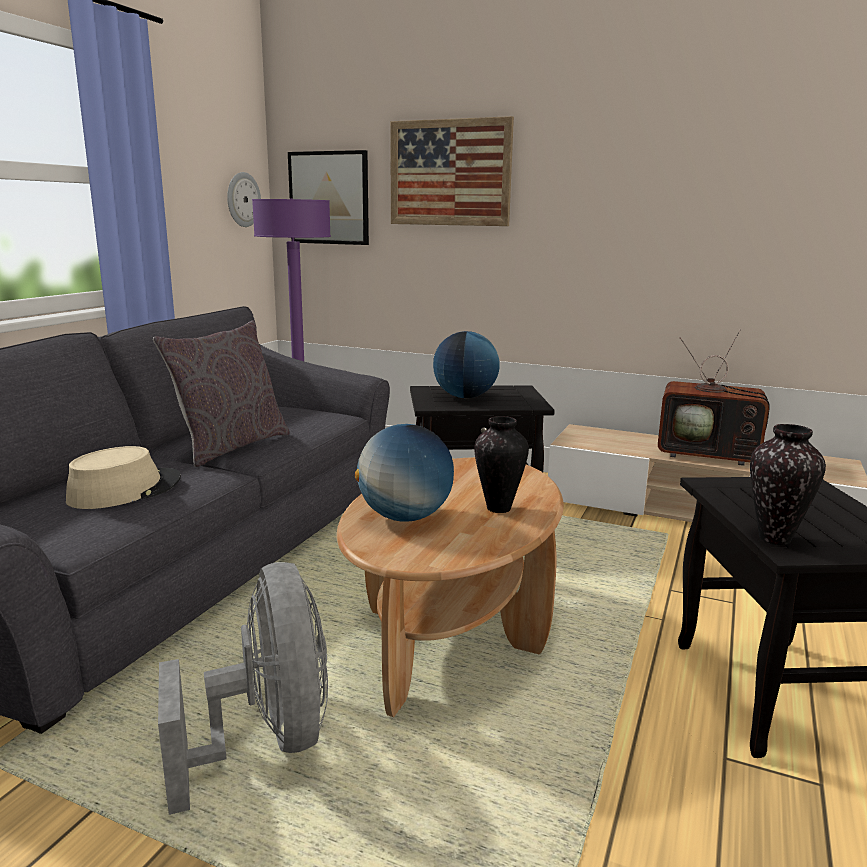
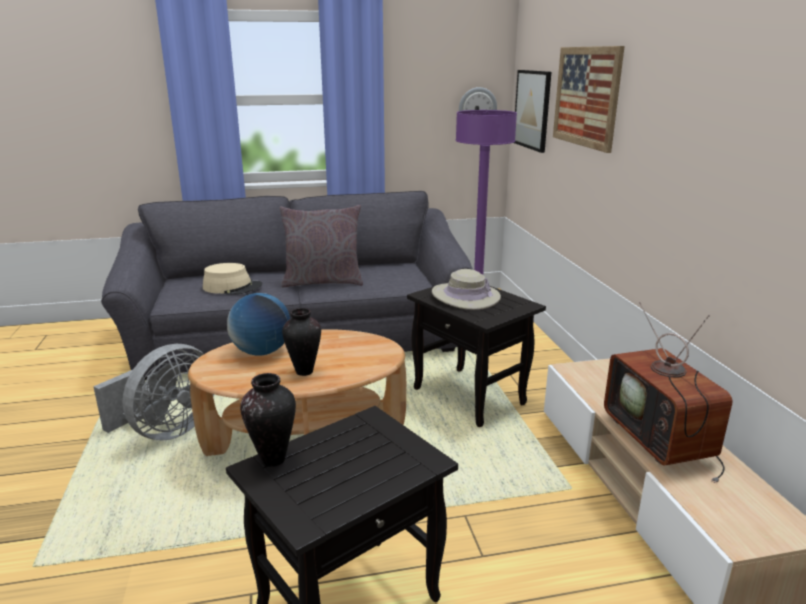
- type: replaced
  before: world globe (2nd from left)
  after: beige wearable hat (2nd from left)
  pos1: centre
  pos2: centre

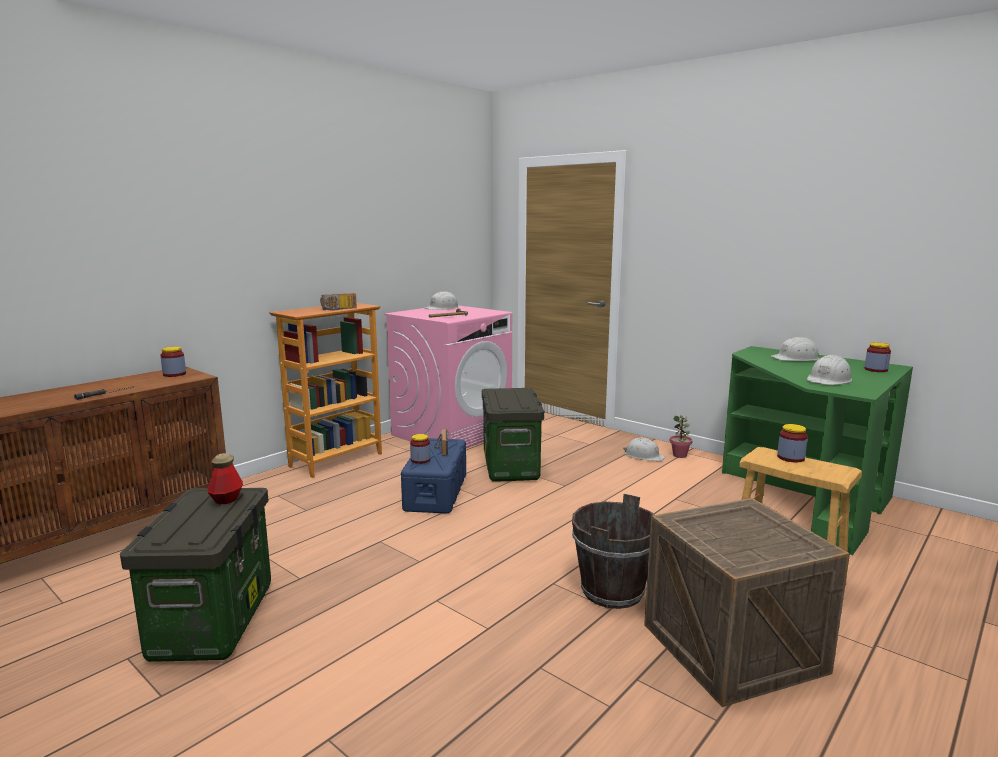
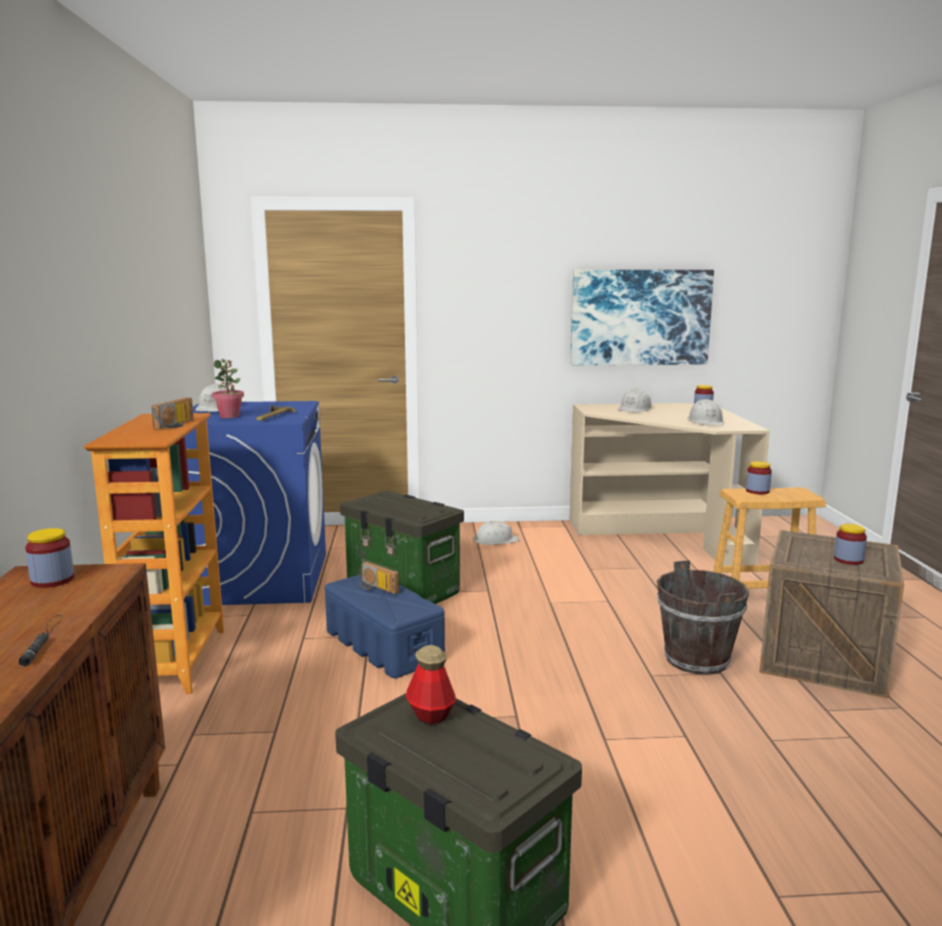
- type: recoloured
  before: pink-coloured washing machine
  after: blue-coloured washing machine
  pos1: centre
  pos2: middle left
- type: recoloured
  before: greenish desk unit
  after: beige desk unit
  pos1: middle right
  pos2: middle right
- type: moved
  before: plant in a pot
  pos1: middle right
  pos2: middle left
- type: moved
  before: preserve jar (2nd from left in the first image)
  after: preserve jar (4th from left)
  pos1: centre
  pos2: middle right
- type: added
  after: wall picture
  pos2: middle right

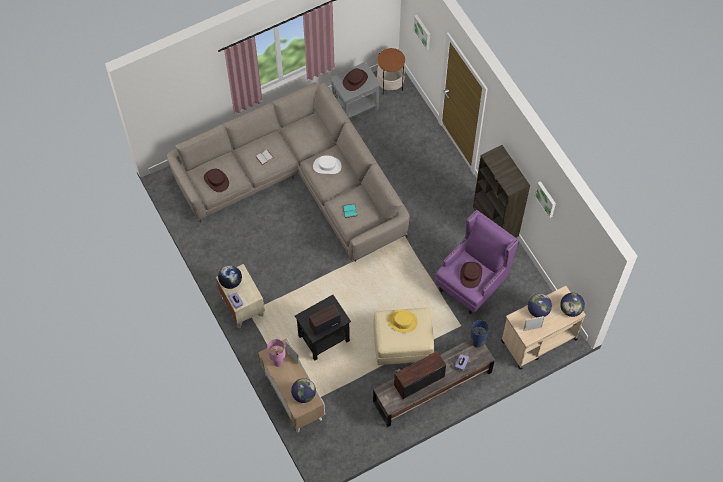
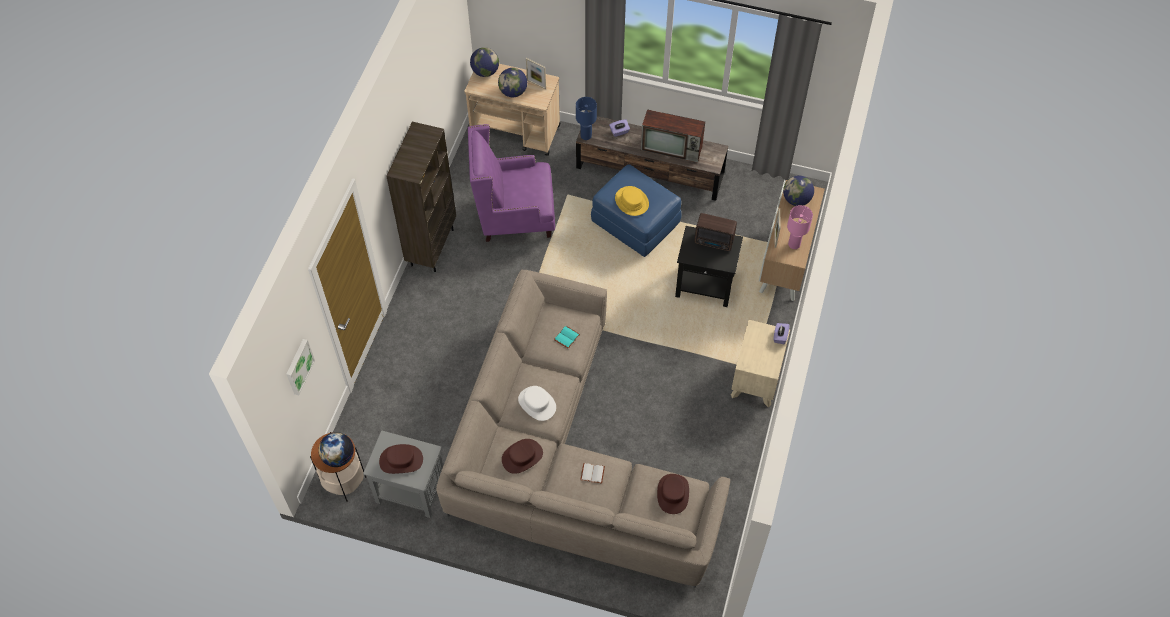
- type: removed
  before: wall picture (2nd from left)
  pos1: middle right
- type: moved
  before: brownish wearable hat (3rd from left in the first image)
  after: brownish wearable hat (2nd from left)
  pos1: centre
  pos2: bottom centre
- type: moved
  before: world globe (1st from left)
  pos1: middle left
  pos2: bottom left
- type: recoloured
  before: beige footrest
  after: blue-coloured footrest
  pos1: bottom centre
  pos2: centre

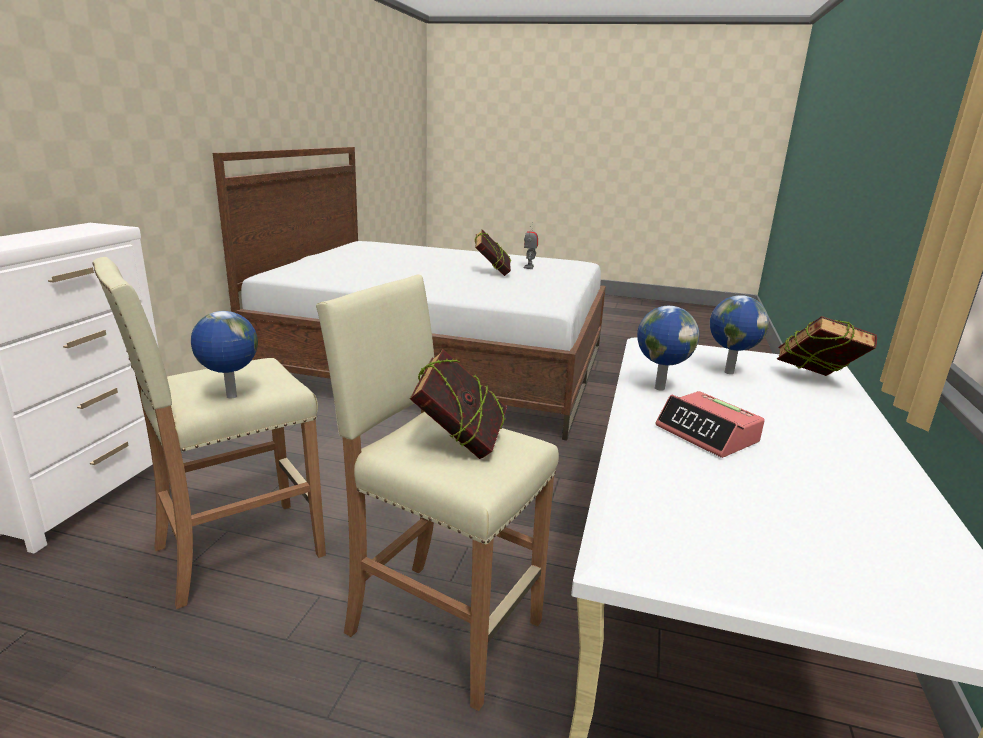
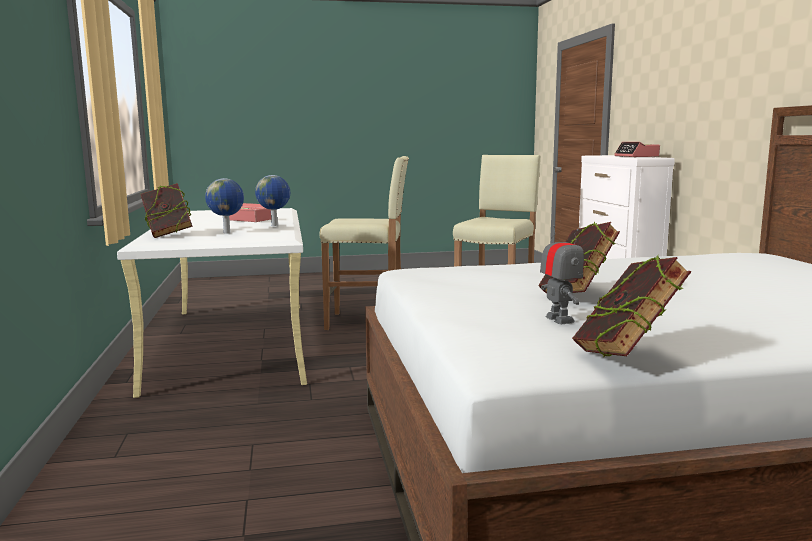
- type: removed
  before: world globe (1st from left)
  pos1: middle left
- type: moved
  before: bound book (1st from left in the first image)
  after: bound book (3rd from left)
  pos1: centre
  pos2: middle right
- type: added
  after: alarm clock (2nd from left)
  pos2: top right

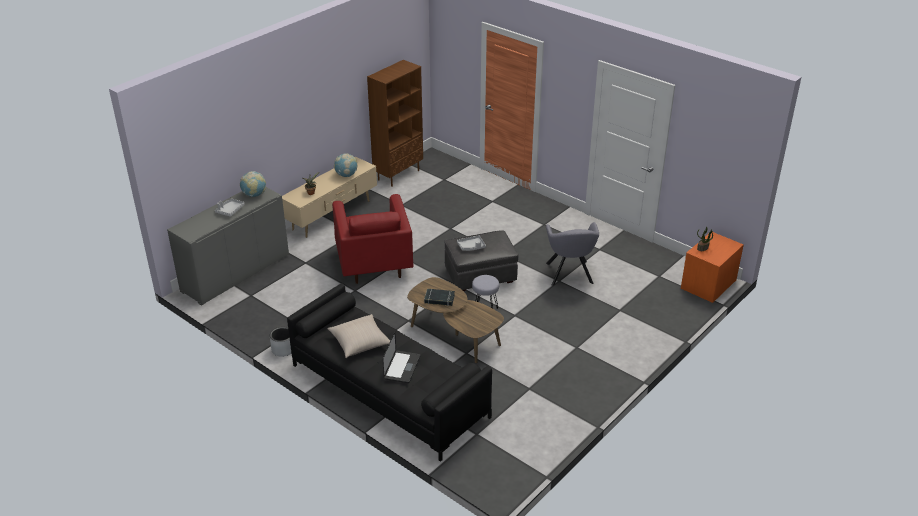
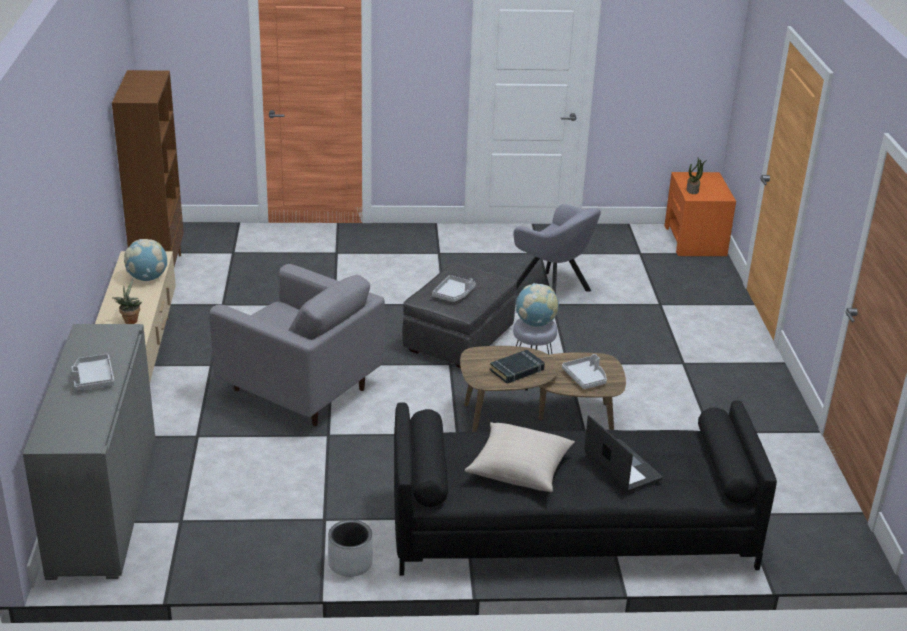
- type: moved
  before: world globe (1st from left in the first image)
  after: world globe (2nd from left)
  pos1: middle left
  pos2: centre
- type: recoloured
  before: red lounge chair
  after: greyish lounge chair (1st from left)
  pos1: centre
  pos2: middle left
- type: added
  after: greyish serving tray (3rd from left)
  pos2: centre

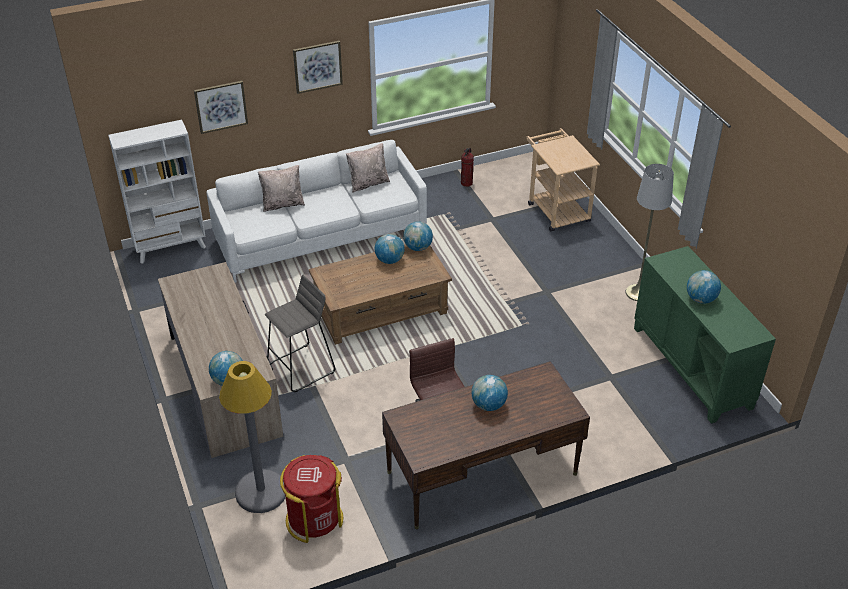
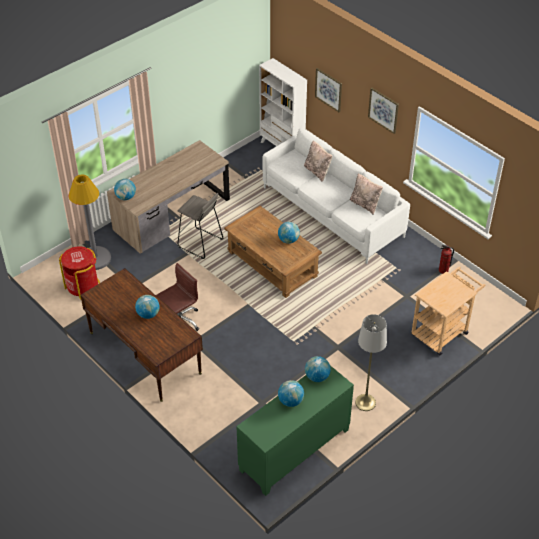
- type: moved
  before: world globe (3rd from left in the first image)
  after: world globe (5th from left)
  pos1: centre
  pos2: bottom centre

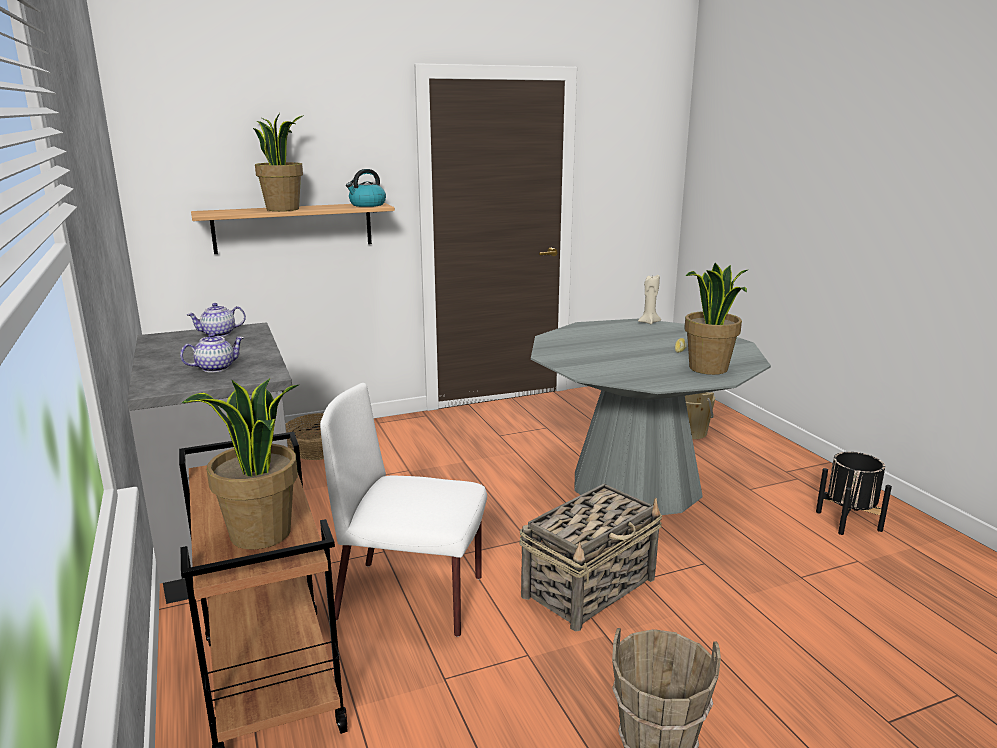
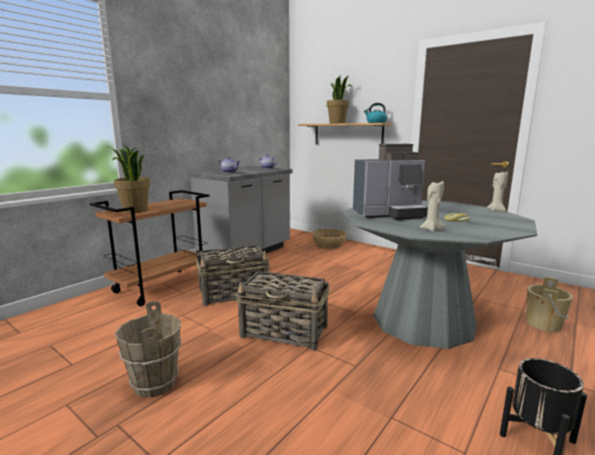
- type: replaced
  before: plant in a pot (3rd from left)
  after: beige wax light (1st from left)
  pos1: middle right
  pos2: middle right
- type: replaced
  before: white-coloured plain chair
  after: storage basket (1st from left)
  pos1: bottom centre
  pos2: centre
- type: added
  after: coffee maker
  pos2: centre

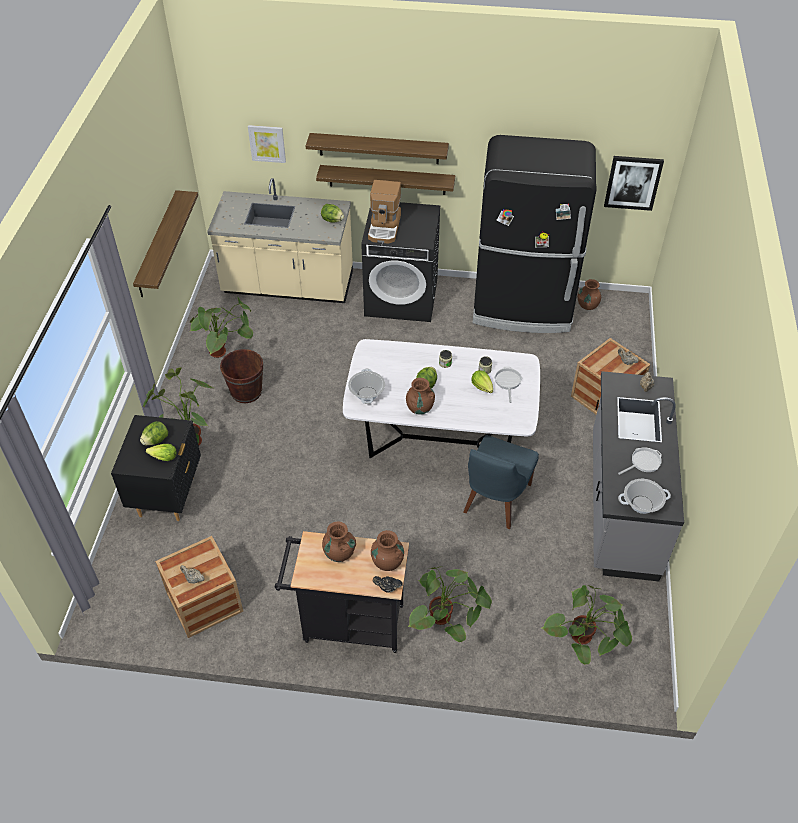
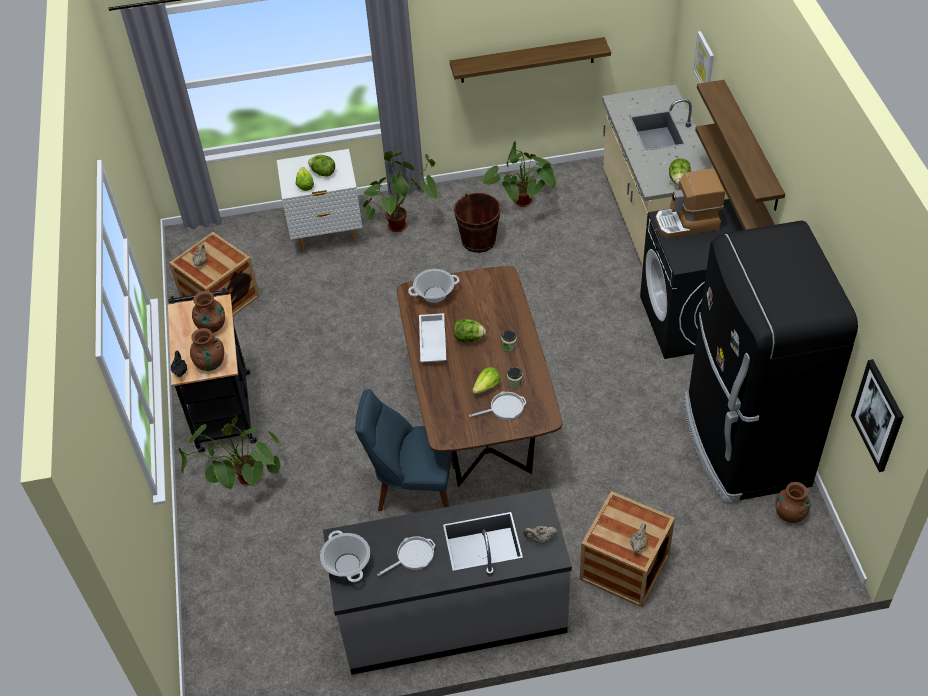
- type: recoloured
  before: white-coloured kitchen table
  after: brownish kitchen table
  pos1: centre
  pos2: centre
- type: replaced
  before: brownish decorative vase (3rd from left)
  after: white-coloured serving tray
  pos1: centre
  pos2: centre
- type: recoloured
  before: blackish nightstand
  after: white-coloured nightstand
  pos1: middle left
  pos2: top centre
- type: turned
  before: frying pan (2nd from left in the first image)
  pos1: middle right
  pos2: bottom centre
  turn: -75
- type: removed
  before: plant in a pot (4th from left)
  pos1: bottom right

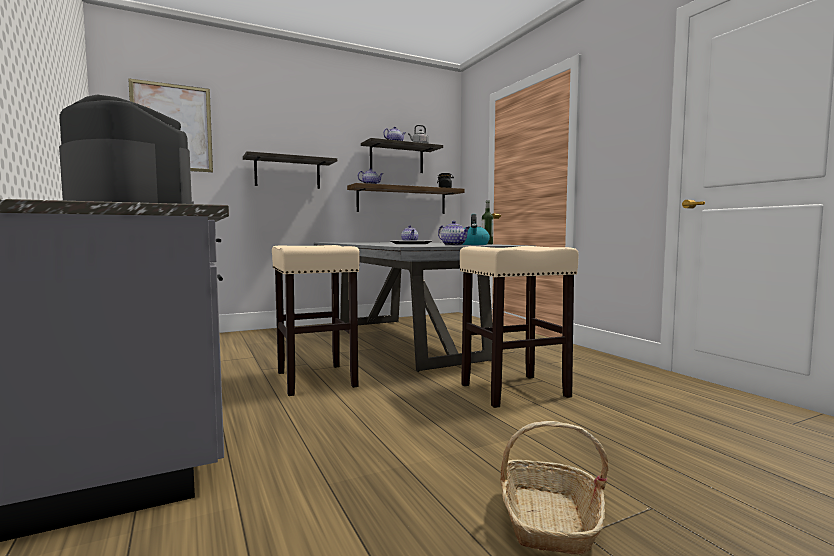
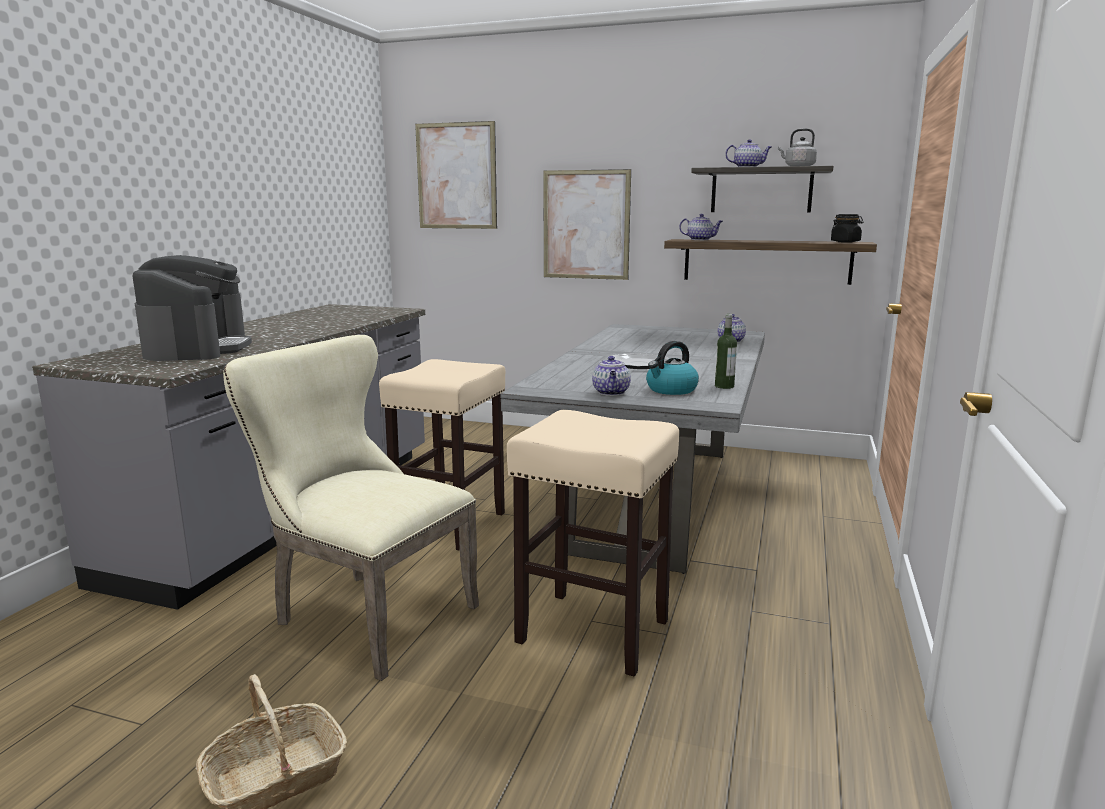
- type: replaced
  before: shelf (1st from left)
  after: wall picture (2nd from left)
  pos1: top centre
  pos2: top centre
- type: added
  after: beige plain chair
  pos2: middle left

